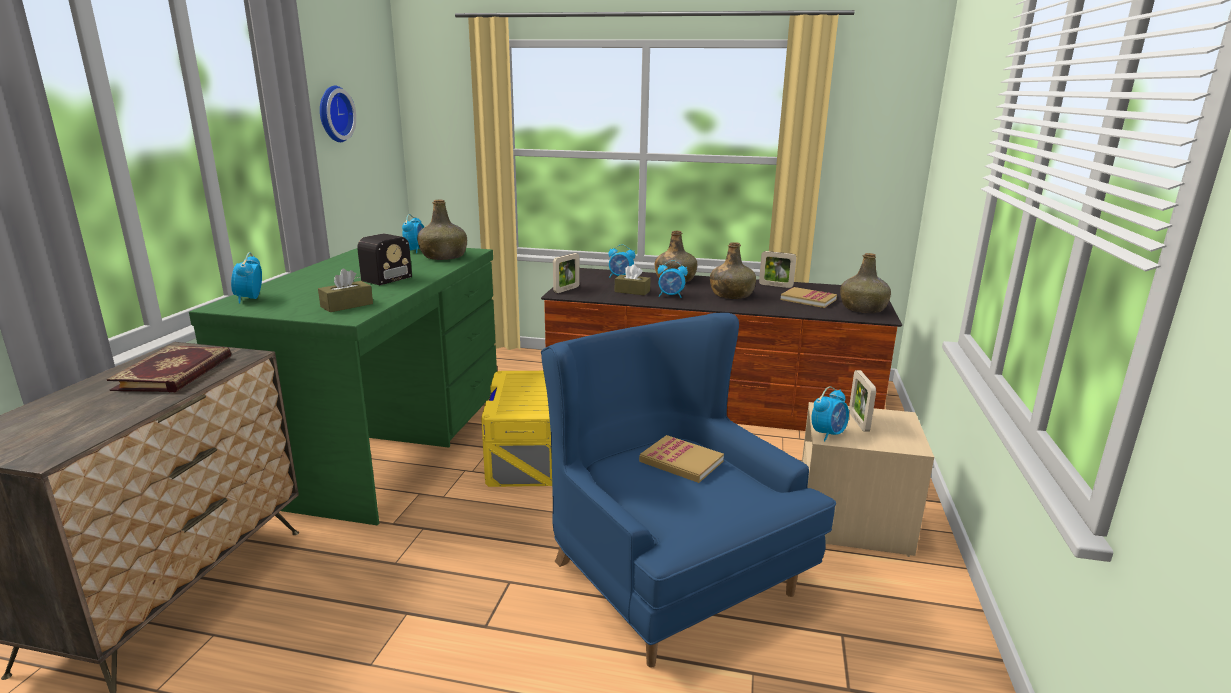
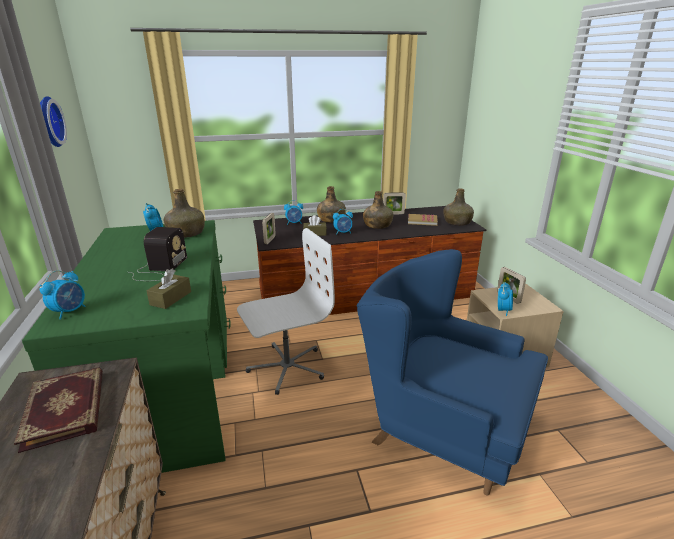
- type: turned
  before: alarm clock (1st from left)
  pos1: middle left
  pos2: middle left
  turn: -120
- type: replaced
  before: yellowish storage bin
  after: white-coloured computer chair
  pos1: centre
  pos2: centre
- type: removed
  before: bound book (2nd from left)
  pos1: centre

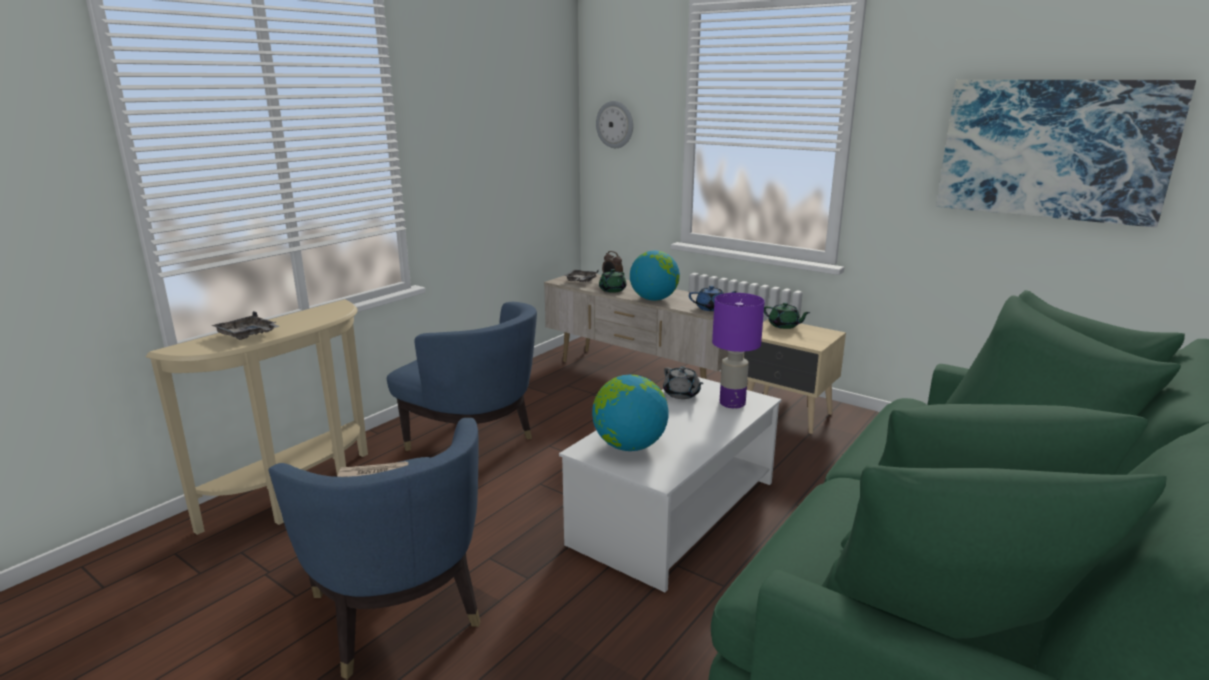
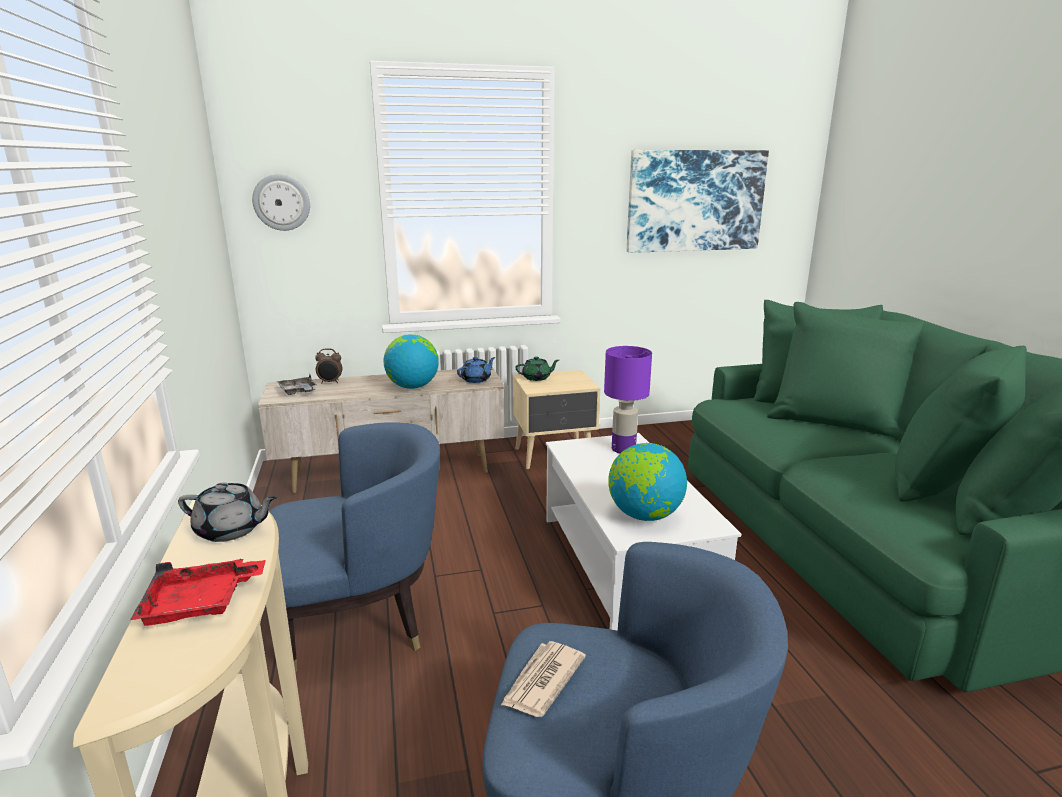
- type: removed
  before: greenish pot for tea (1st from left)
  pos1: centre
- type: recoloured
  before: greyish serving tray (1st from left)
  after: red serving tray
  pos1: middle left
  pos2: bottom left
- type: moved
  before: greyish pot for tea
  pos1: centre
  pos2: middle left

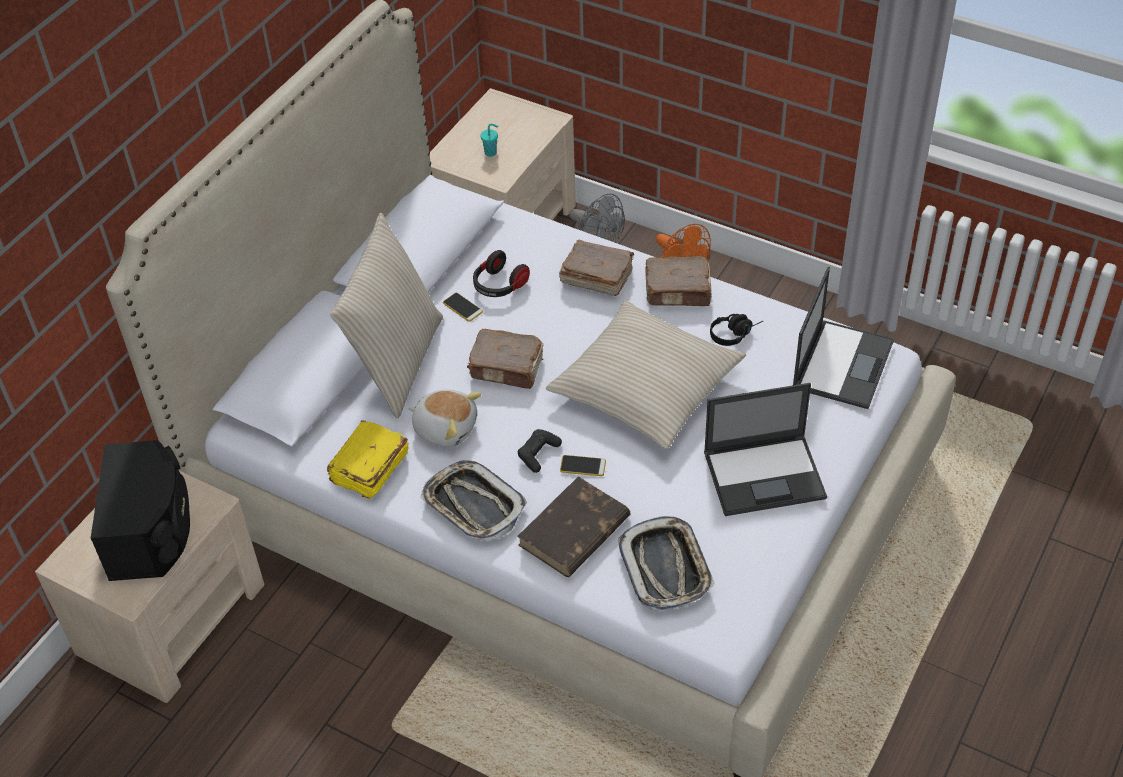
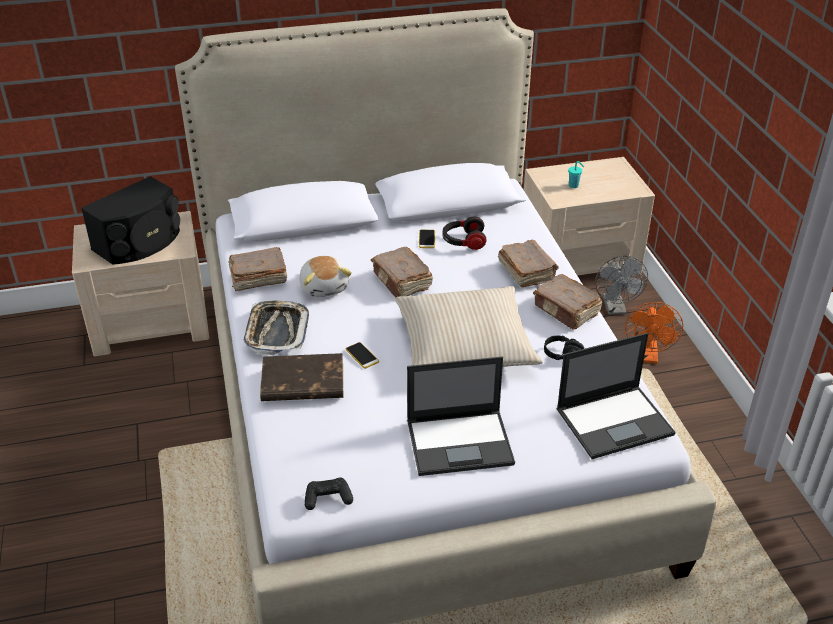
- type: removed
  before: beige pillow (1st from left)
  pos1: centre
- type: turned
  before: portable computer (1st from left)
  pos1: middle right
  pos2: bottom centre
  turn: -45
- type: recoloured
  before: yellowish bound book
  after: brownish bound book (1st from left)
  pos1: middle left
  pos2: middle left
- type: moved
  before: blackish gamepad
  pos1: centre
  pos2: bottom centre
- type: removed
  before: serving tray (2nd from left)
  pos1: bottom centre

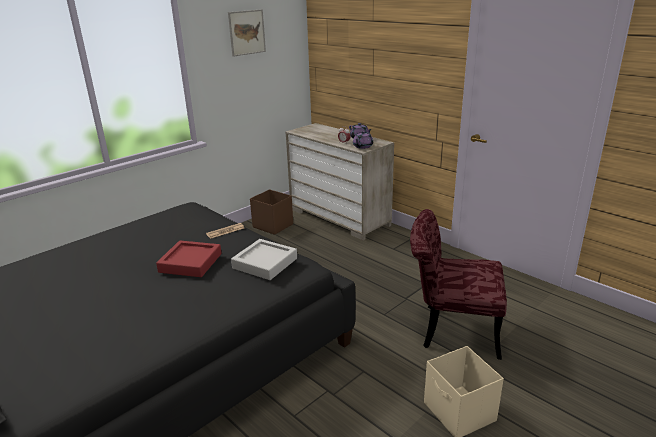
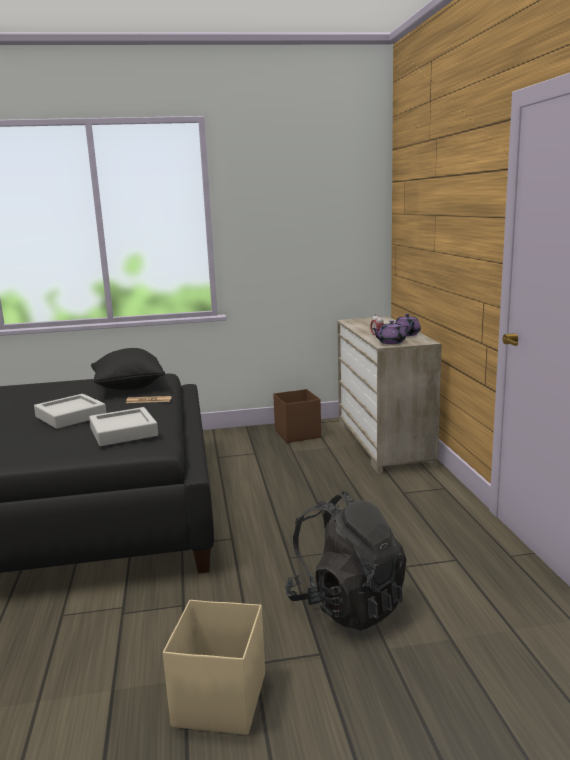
- type: removed
  before: wall picture
  pos1: top centre
- type: replaced
  before: red plain chair
  after: blackish knapsack
  pos1: middle right
  pos2: bottom centre
- type: recoloured
  before: red serving tray
  after: greyish serving tray (1st from left)
  pos1: middle left
  pos2: middle left
- type: added
  after: blackish pillow
  pos2: middle left

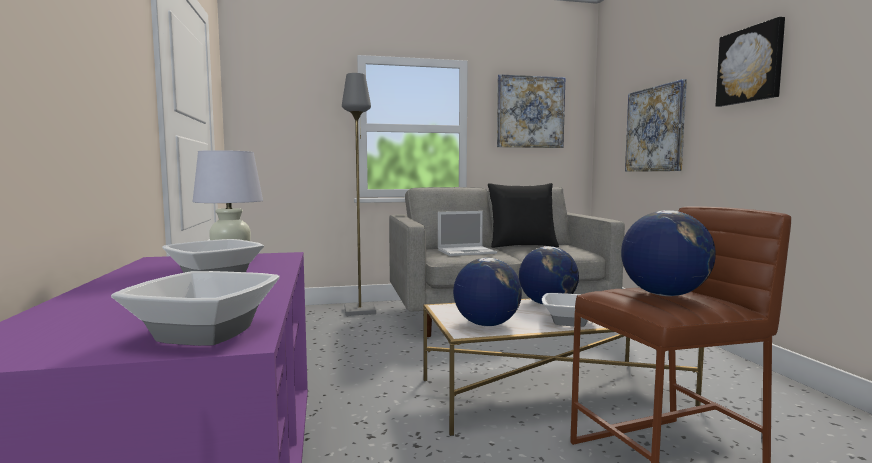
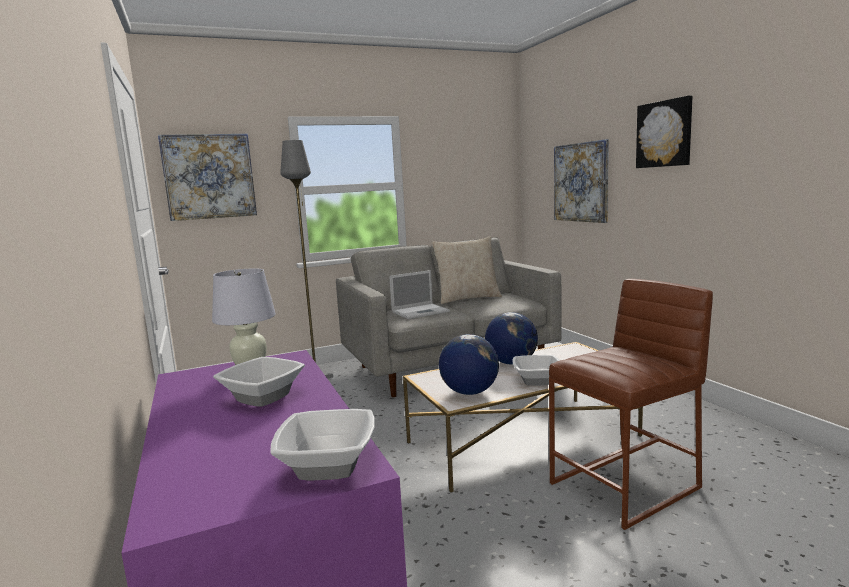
- type: moved
  before: wall picture (1st from left)
  pos1: top centre
  pos2: top left
- type: recoloured
  before: blackish pillow
  after: beige pillow
  pos1: centre
  pos2: centre
- type: removed
  before: world globe (3rd from left)
  pos1: middle right

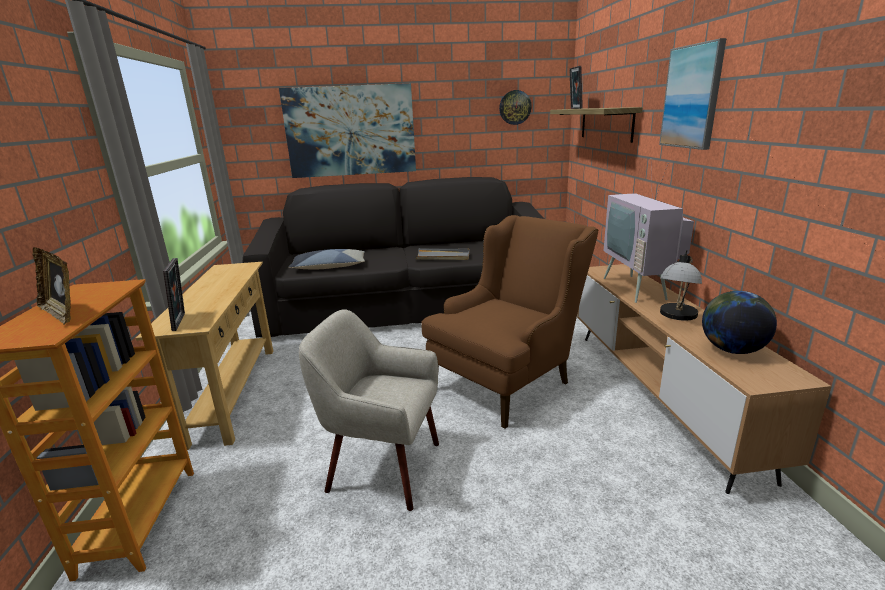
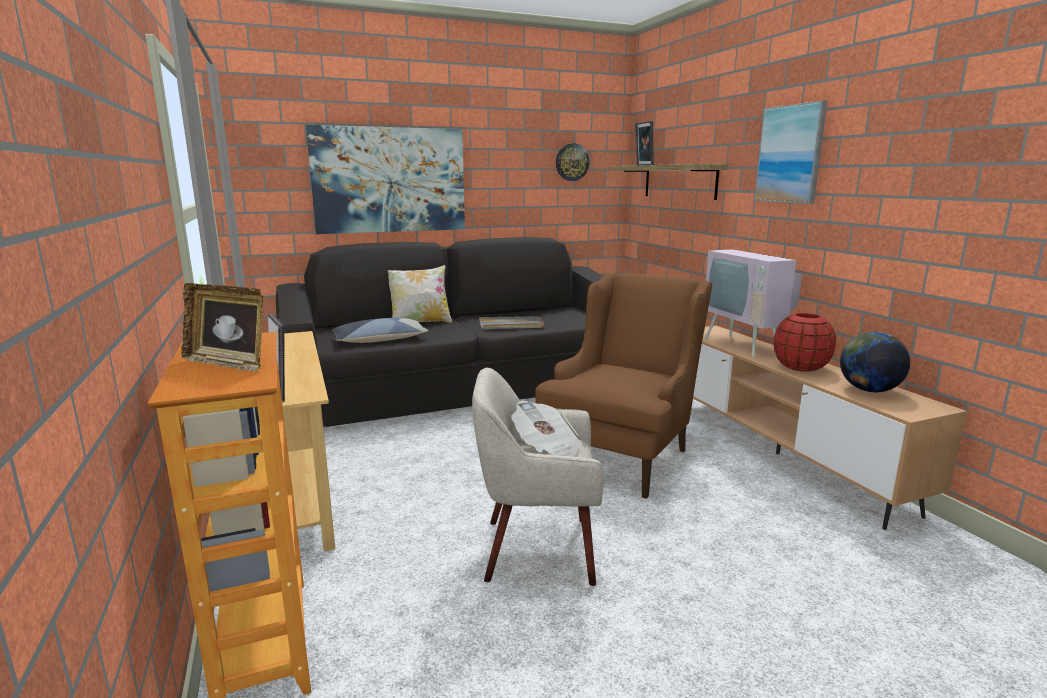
- type: replaced
  before: table lamp
  after: red decorative vase
  pos1: middle right
  pos2: middle right
- type: added
  after: pillow (2nd from left)
  pos2: centre
- type: added
  after: printed paper
  pos2: centre

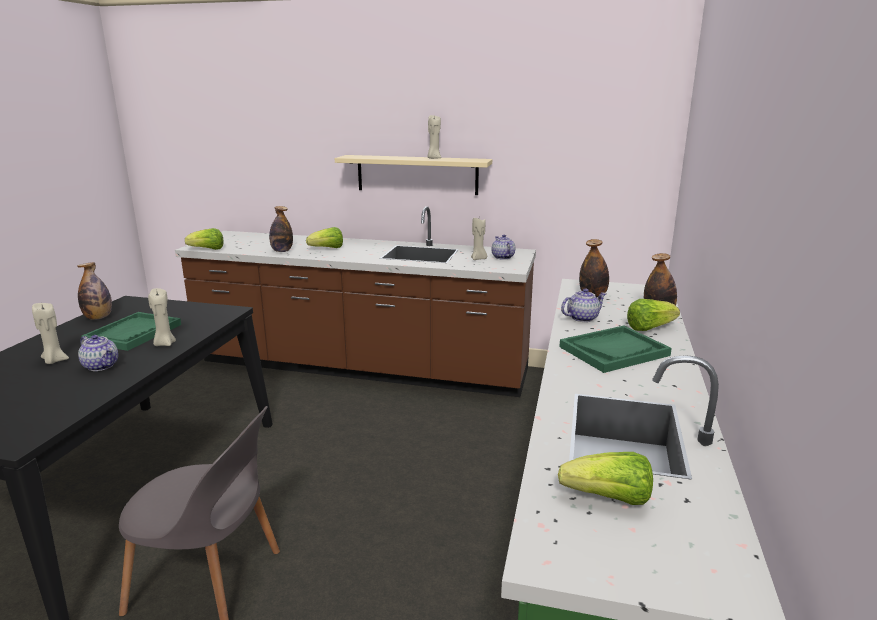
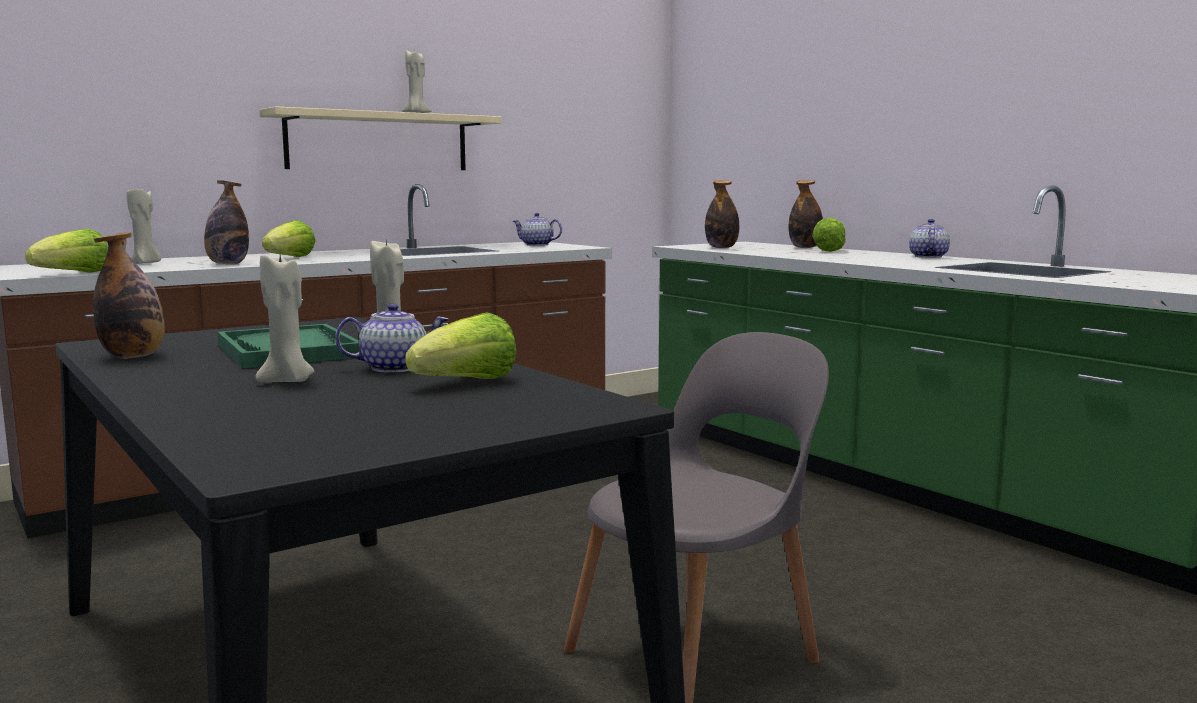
- type: moved
  before: beige wax light (4th from left in the first image)
  after: beige wax light (1st from left)
  pos1: centre
  pos2: top left
- type: moved
  before: pot for tea (3rd from left)
  pos1: centre
  pos2: middle right
- type: removed
  before: greenish serving tray (2nd from left)
  pos1: middle right
- type: moved
  before: head of lettuce (3rd from left)
  pos1: bottom right
  pos2: centre

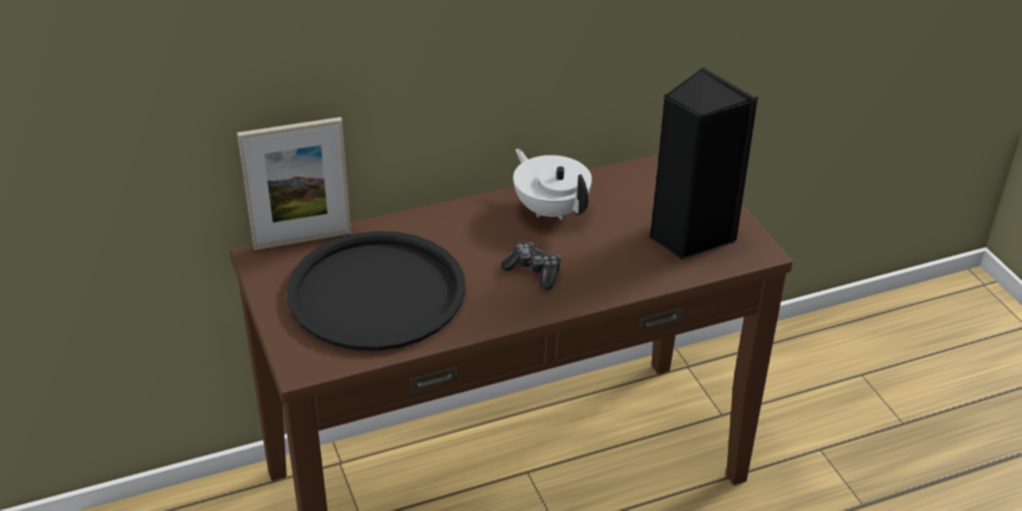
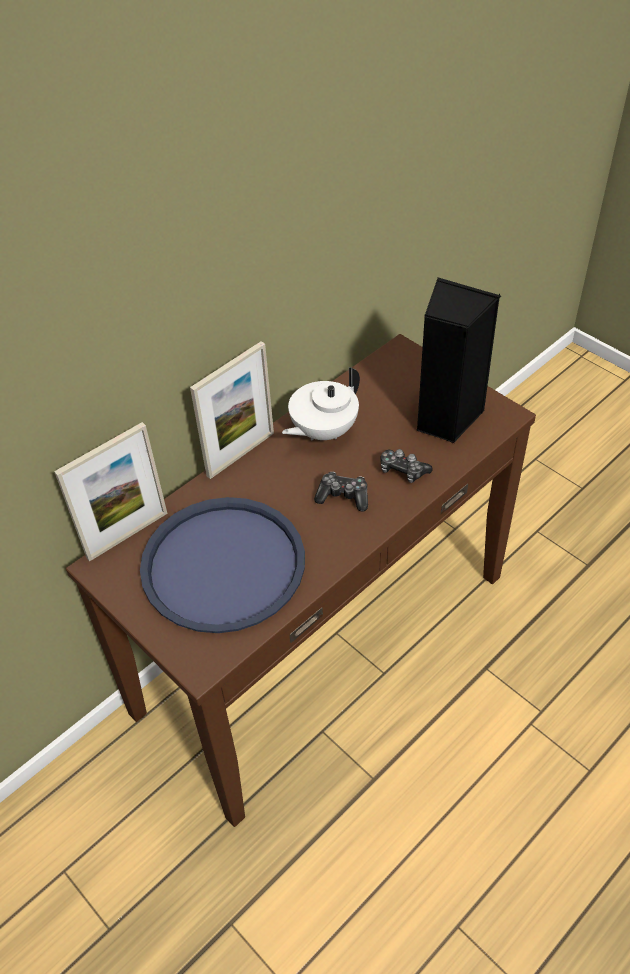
- type: turned
  before: white-coloured pot for tea
  pos1: centre
  pos2: centre
  turn: -75
- type: recoloured
  before: blackish serving tray
  after: blue-coloured serving tray
  pos1: centre
  pos2: centre
- type: added
  after: standing frame (2nd from left)
  pos2: centre
- type: added
  after: gamepad (2nd from left)
  pos2: centre

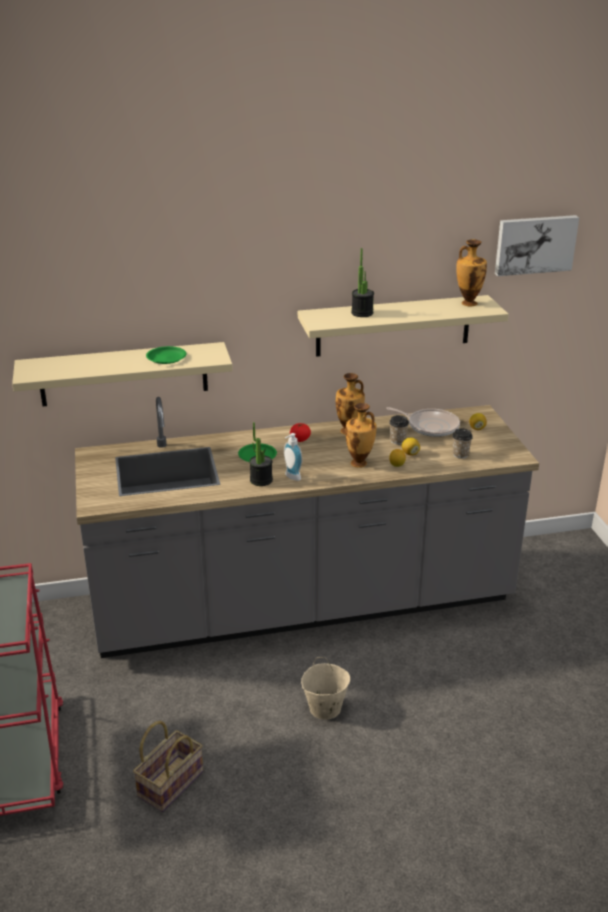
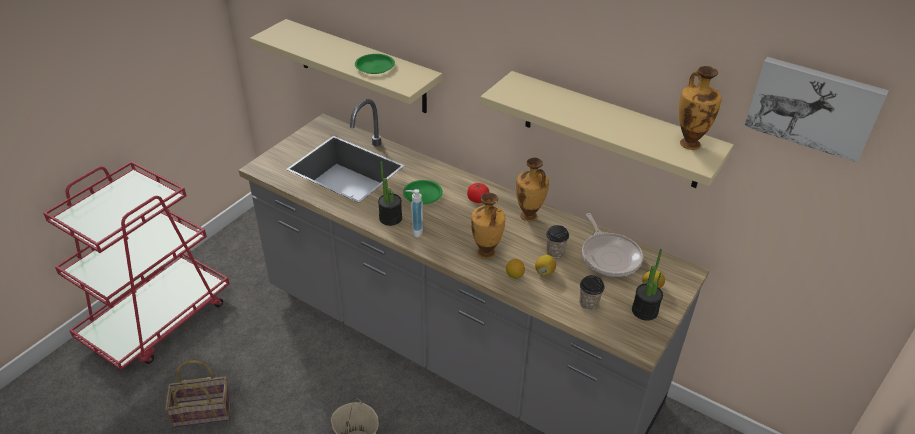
- type: moved
  before: plant in a pot (2nd from left)
  pos1: top centre
  pos2: middle right

